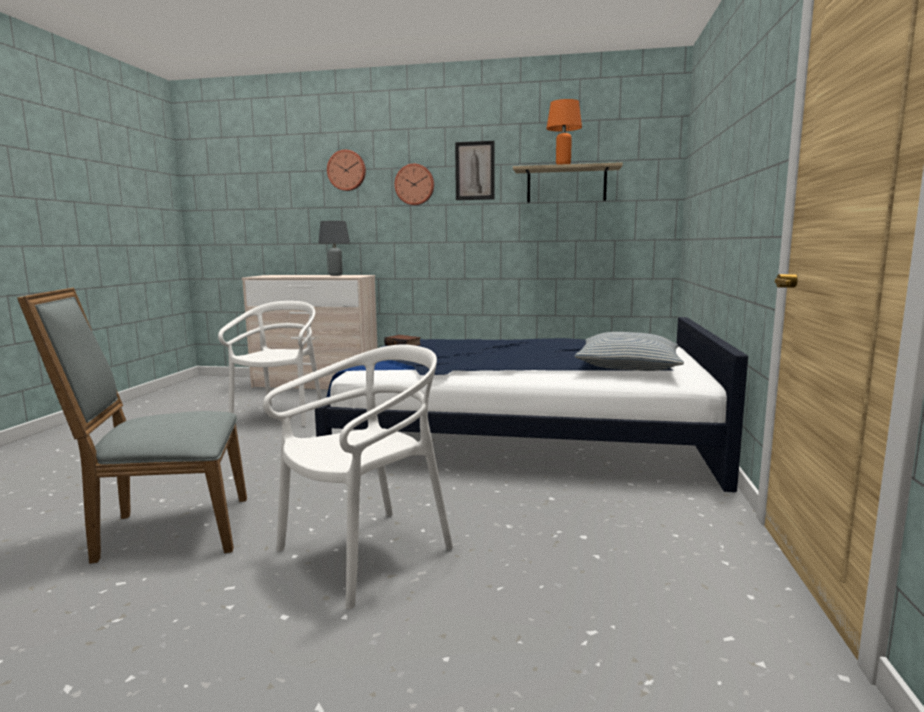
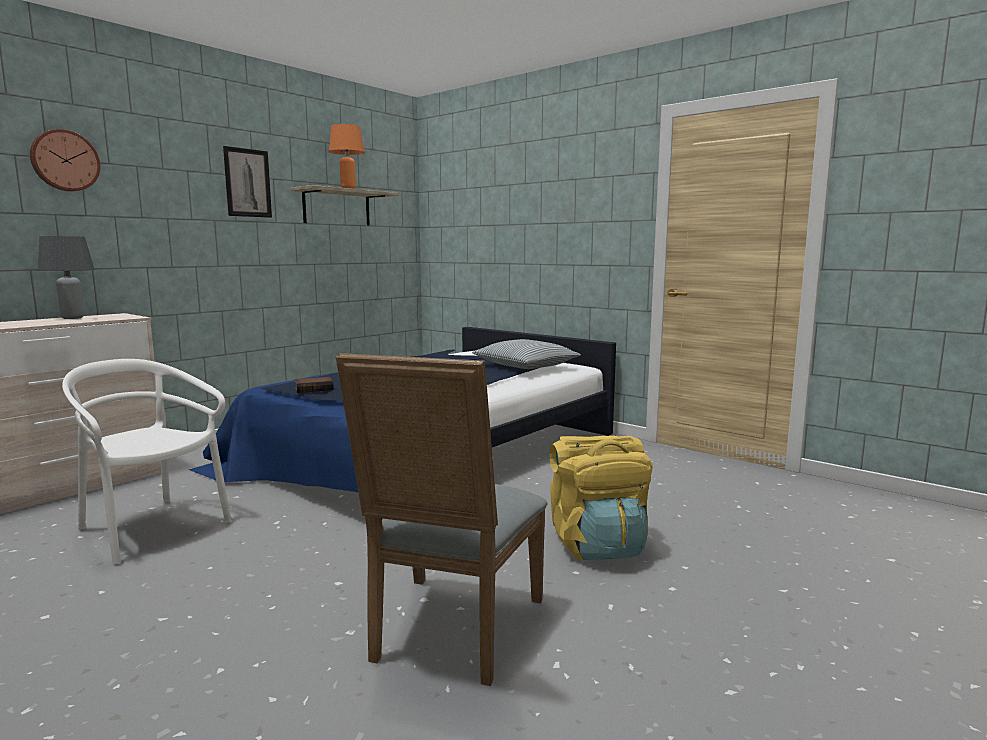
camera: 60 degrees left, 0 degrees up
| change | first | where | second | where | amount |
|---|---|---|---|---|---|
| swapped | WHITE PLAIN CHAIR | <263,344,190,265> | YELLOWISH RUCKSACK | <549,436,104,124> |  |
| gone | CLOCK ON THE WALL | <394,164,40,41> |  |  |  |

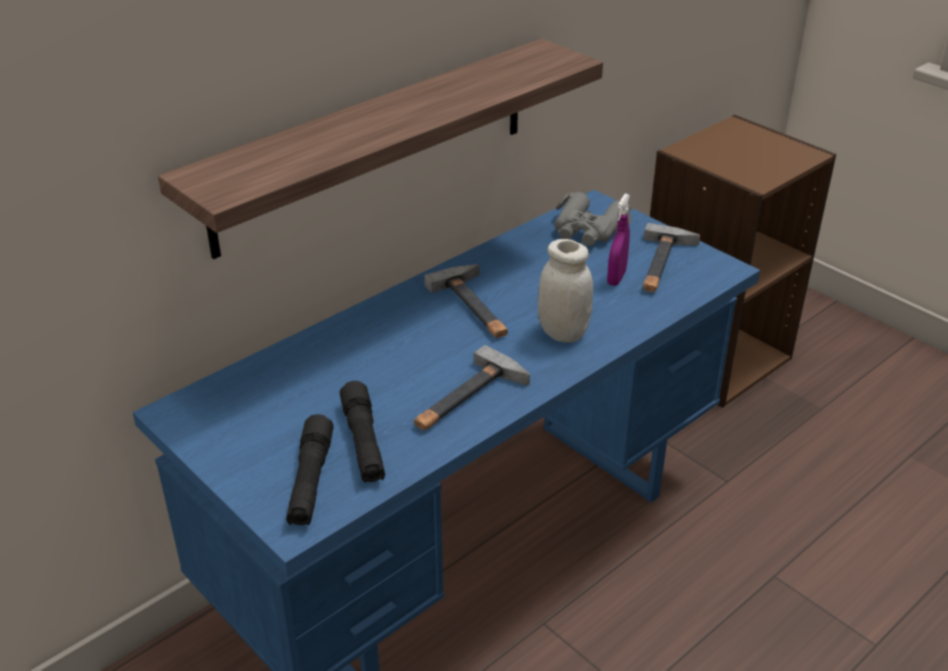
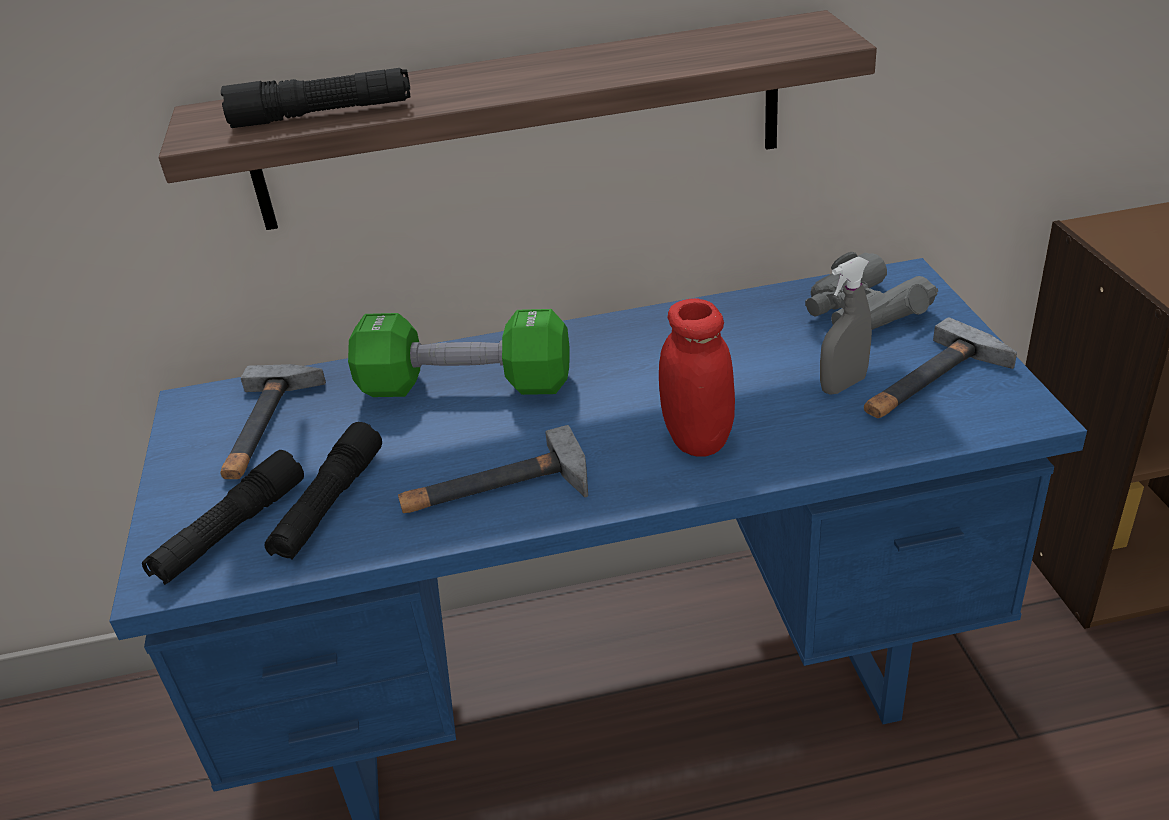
camera: 35 degrees right, 0 degrees up
| change | first | where | second | where | amount |
|---|---|---|---|---|---|
| shifted | HAND HAMMER | <424,264,84,74> |  | <220,364,106,115> |  |
| repainted | WHITE PRESERVE JAR | <538,239,55,104> | RED-COLOURED PRESERVE JAR | <659,298,76,159> |  |
| repainted | PURPLE-COLOURED SPRAYER | <607,194,23,92> | GREY SPRAYER | <820,256,52,138> |  |
| new |  |  | BLACK HAND TORCH | <221,68,190,60> |  |
| new |  |  | GREENISH HAND WEIGHT | <348,309,221,88> |  |

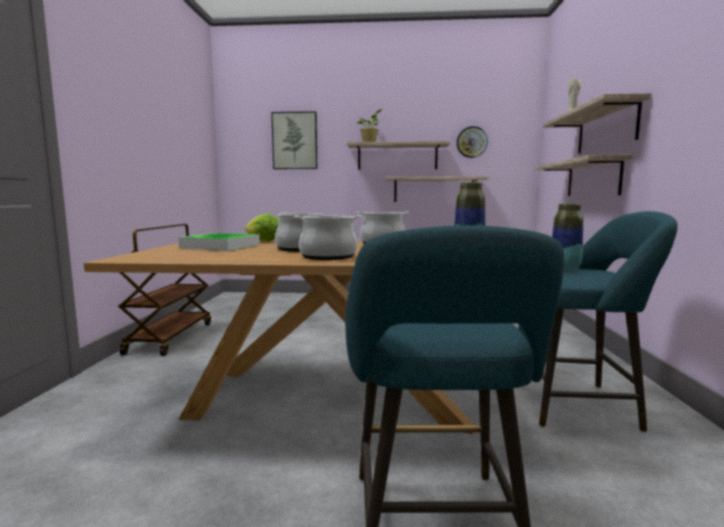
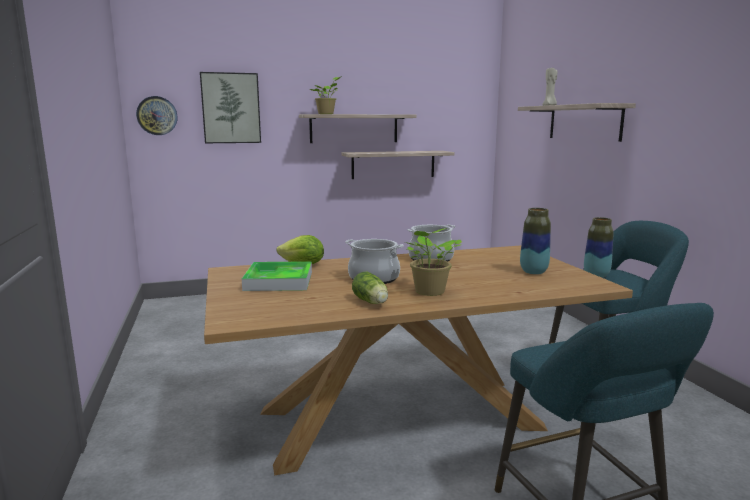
camera: 20 degrees left, 5 degrees up
| change | first | where | second | where | amount |
|---|---|---|---|---|---|
| gone | BROWNISH WHEELED CART | <118,224,93,132> |  |  |  |
| swapped | STOCKPOT | <293,215,69,45> | PLANT IN A POT | <405,228,57,68> |  |
| shifted | CLOCK ON THE WALL | <456,126,32,32> |  | <136,96,42,39> |  |
| gone | WALL SHELF | <534,155,98,41> |  |  |  |
| new |  |  | LETTUCE HEAD | <352,271,36,33> |  |

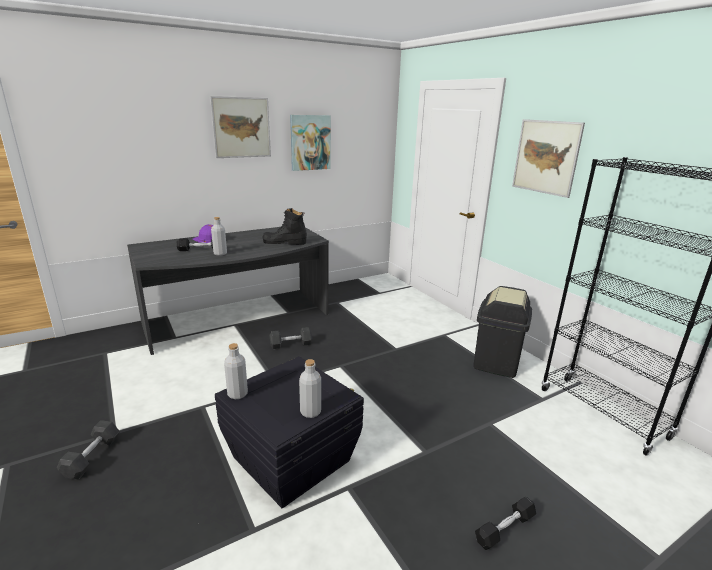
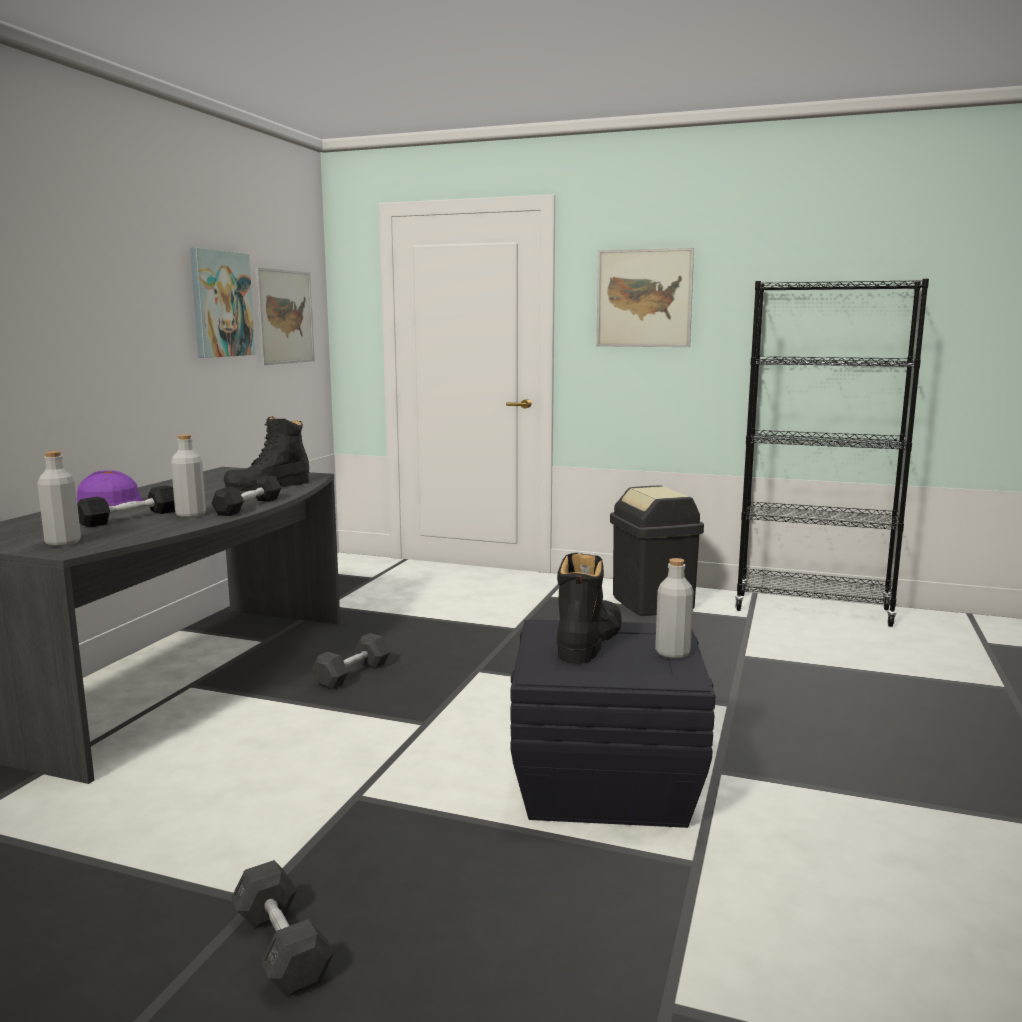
camera: 40 degrees left, 10 degrees down
| change | first | where | second | where | amount |
|---|---|---|---|---|---|
| shifted | WALL ART | <210,96,61,62> |  | <255,267,60,98> |  |
| shifted | GREY BOTTLE | <224,343,24,56> |  | <37,451,44,96> |  |
| shifted | BLACK HAND WEIGHT | <475,497,61,53> |  | <211,475,71,41> |  |
| new |  |  | BLACK HIGH-TOP BOOT | <556,553,66,111> |  |

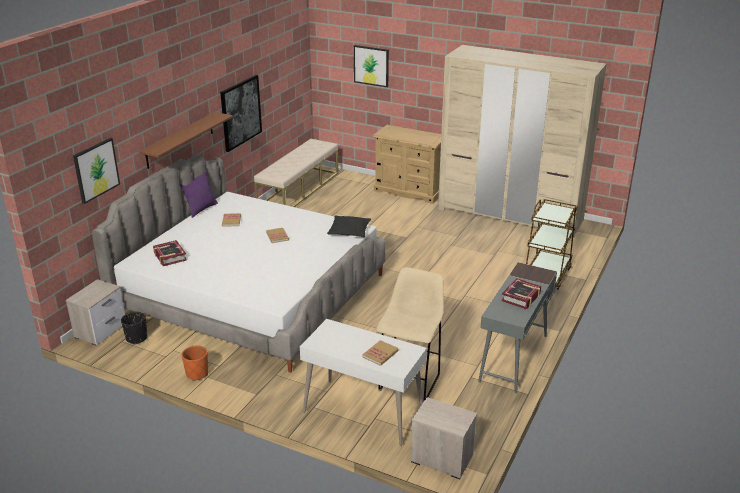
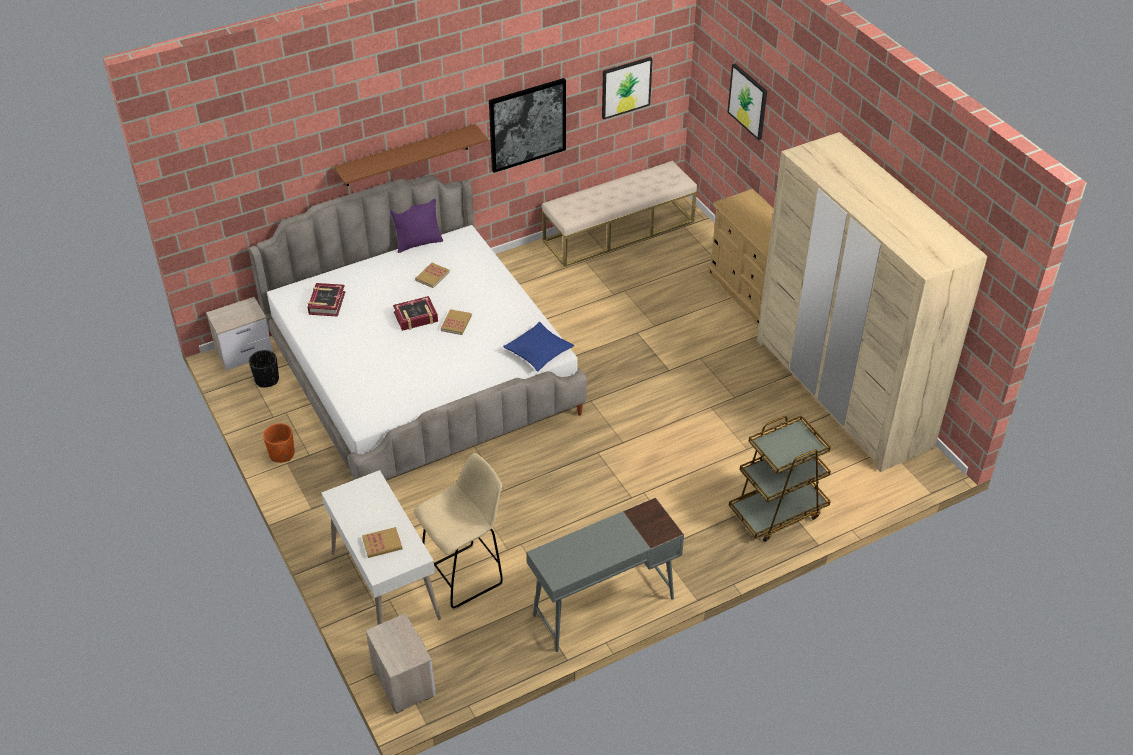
camera: 35 degrees right, 15 degrees up
| change | first | where | second | where | amount |
|---|---|---|---|---|---|
| shifted | WALL ART | <73,138,47,66> |  | <602,57,51,62> |  |
| repainted | BLACK PILLOW | <327,215,44,22> | BLUE PILLOW | <503,322,71,49> |  |
| shifted | BOUND BOOK | <501,278,40,31> |  | <393,296,45,35> |  |

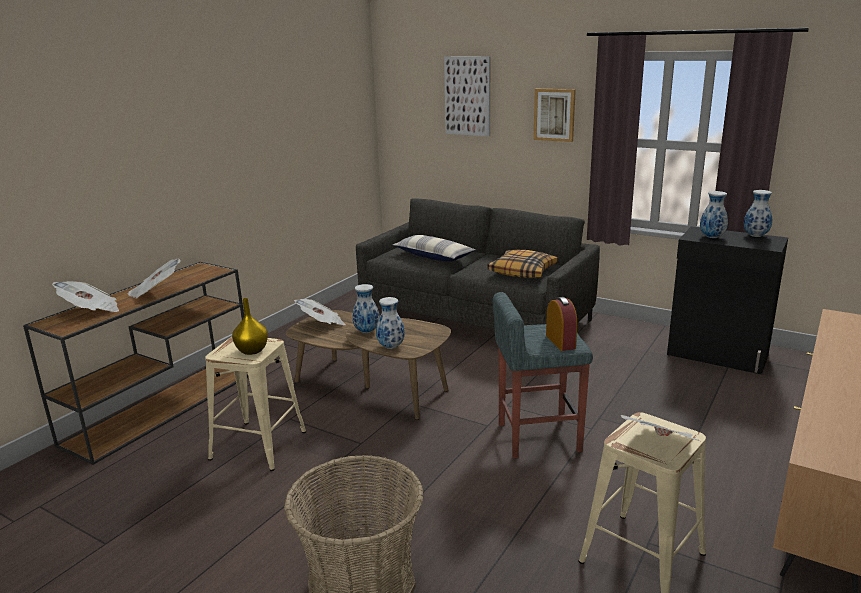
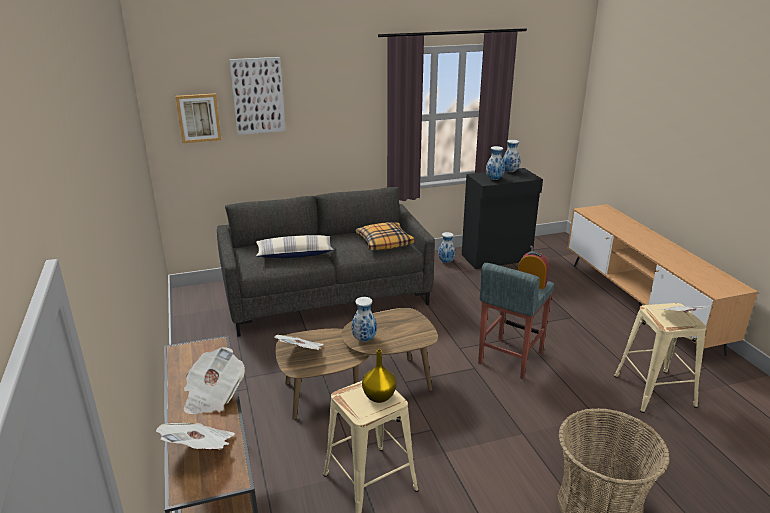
camera: 50 degrees left, 5 degrees up
| change | first | where | second | where | amount |
|---|---|---|---|---|---|
| shifted | VASE | <376,297,29,52> |  | <438,232,18,31> |  |
| shifted | WALL ART | <533,89,43,53> |  | <176,93,45,50> |  |

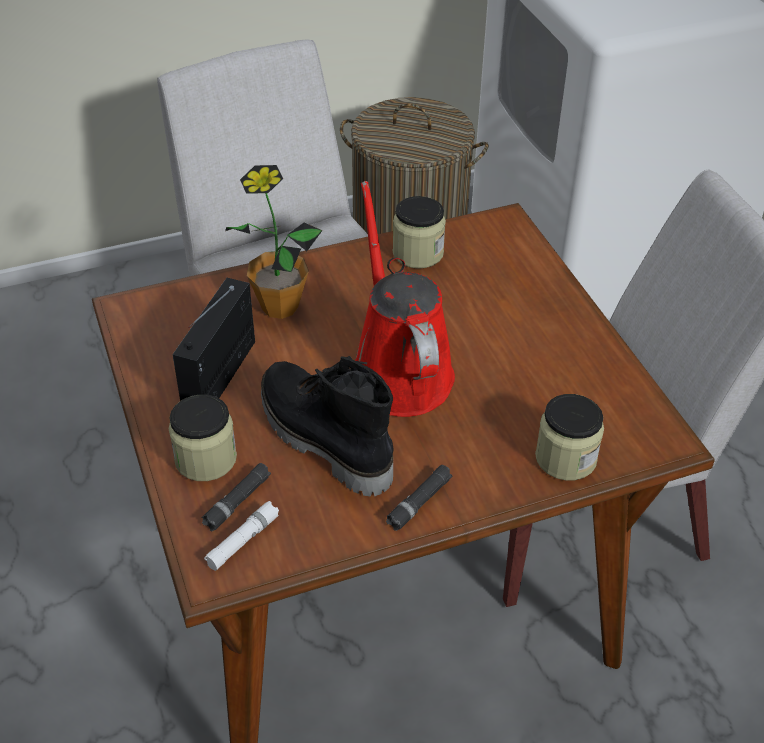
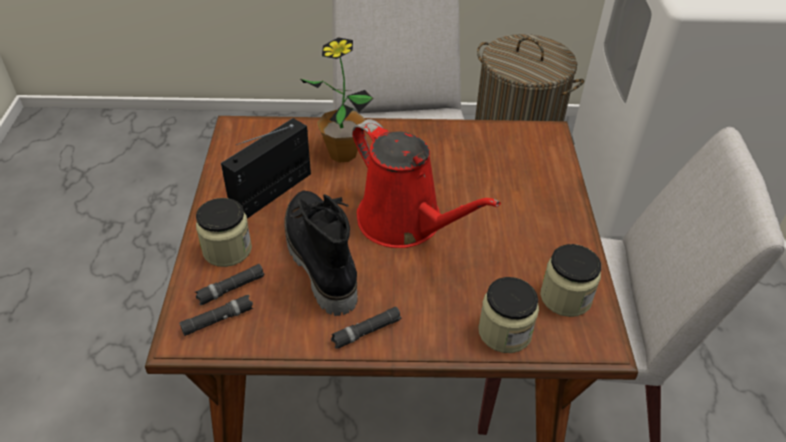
camera: 20 degrees right, 0 degrees up
| change | first | where | second | where | amount |
|---|---|---|---|---|---|
| repainted | WHITE HAND TORCH | <204,501,75,70> | BLACK HAND TORCH | <180,295,74,41> |  |
| rotated | RED-COLOURED SPRINKLING CAN | <355,181,100,236> |  | <352,119,149,129> | 135 degrees clockwise |
| shifted | PRESERVE JAR | <393,196,53,73> |  | <540,244,61,73> |  |

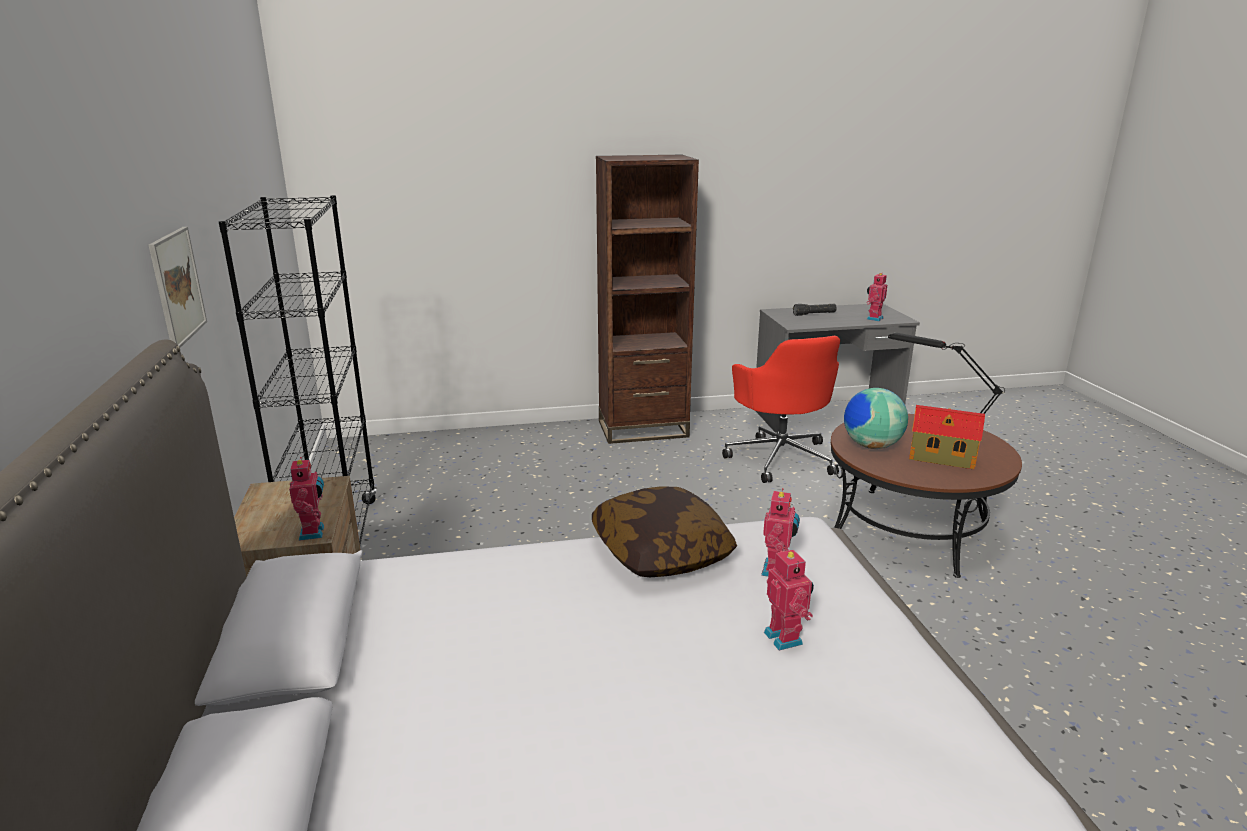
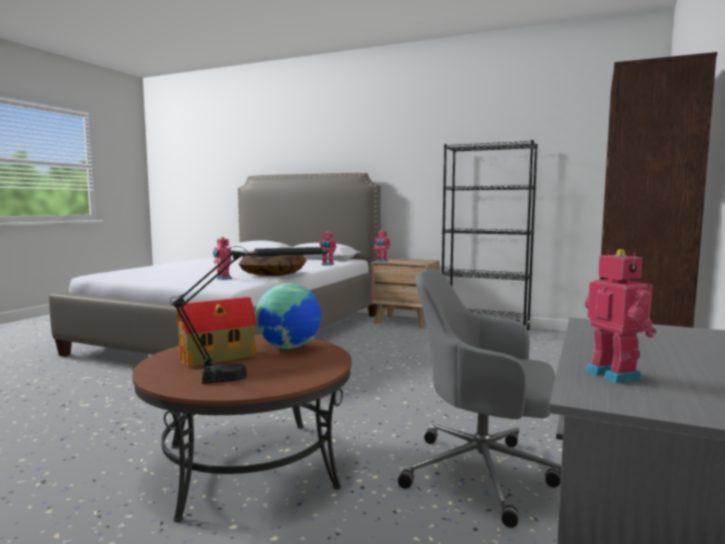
camera: 125 degrees right, 15 degrees down
| change | first | where | second | where | amount |
|---|---|---|---|---|---|
| gone | WALL ART | <149,227,58,121> |  |  |  |
| repainted | RED-COLOURED DESK CHAIR | <722,336,118,147> | GREY DESK CHAIR | <398,270,163,258> |  |
| shifted | MODEL ROBOT | <764,547,50,104> |  | <319,231,17,34> |  |
| gone | BLACK HAND TORCH | <793,304,44,12> |  |  |  |

